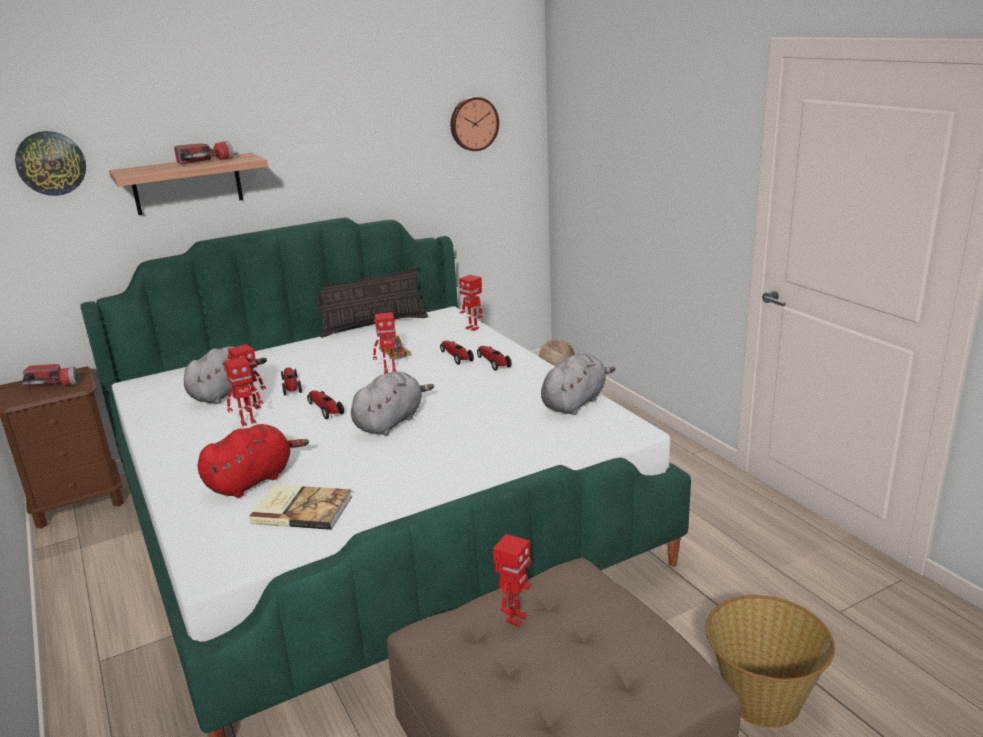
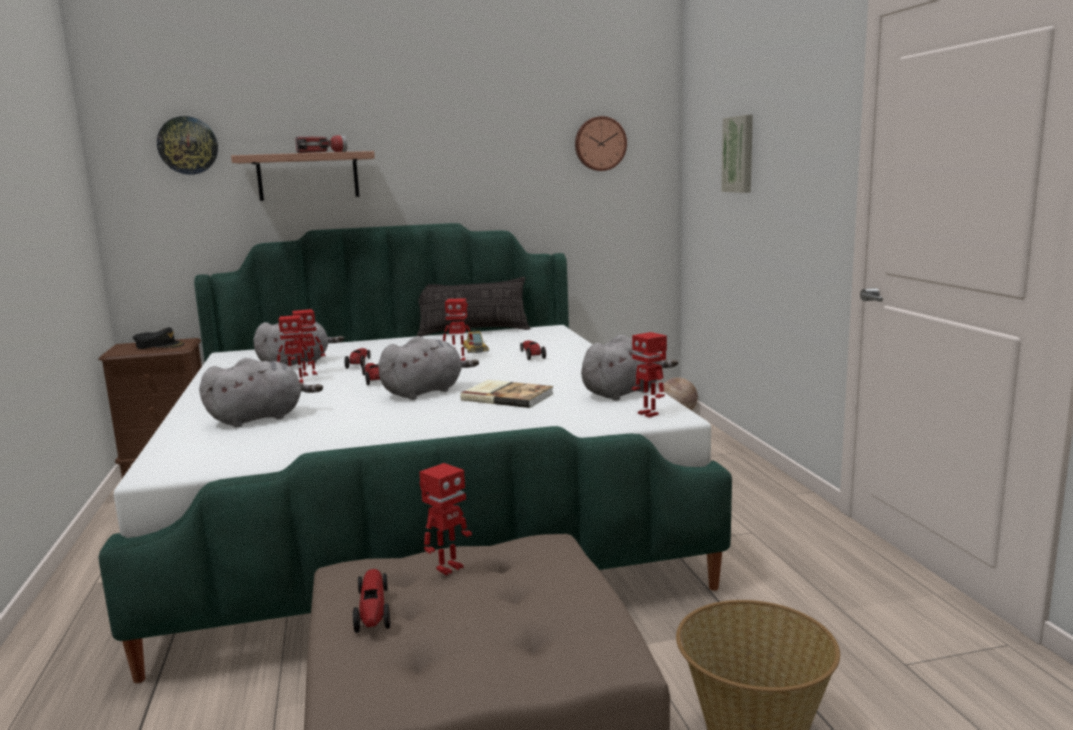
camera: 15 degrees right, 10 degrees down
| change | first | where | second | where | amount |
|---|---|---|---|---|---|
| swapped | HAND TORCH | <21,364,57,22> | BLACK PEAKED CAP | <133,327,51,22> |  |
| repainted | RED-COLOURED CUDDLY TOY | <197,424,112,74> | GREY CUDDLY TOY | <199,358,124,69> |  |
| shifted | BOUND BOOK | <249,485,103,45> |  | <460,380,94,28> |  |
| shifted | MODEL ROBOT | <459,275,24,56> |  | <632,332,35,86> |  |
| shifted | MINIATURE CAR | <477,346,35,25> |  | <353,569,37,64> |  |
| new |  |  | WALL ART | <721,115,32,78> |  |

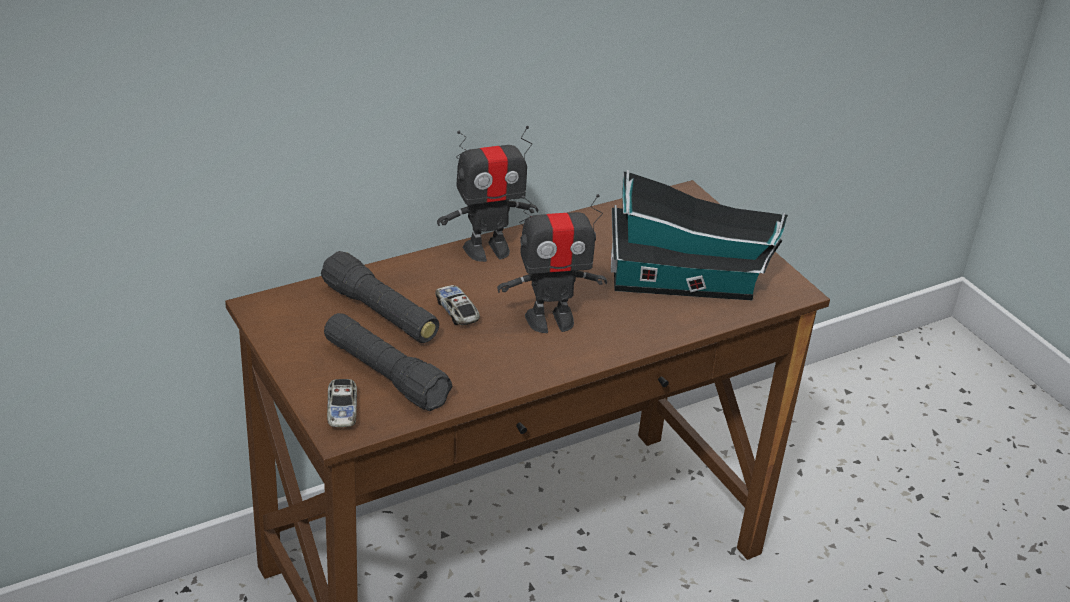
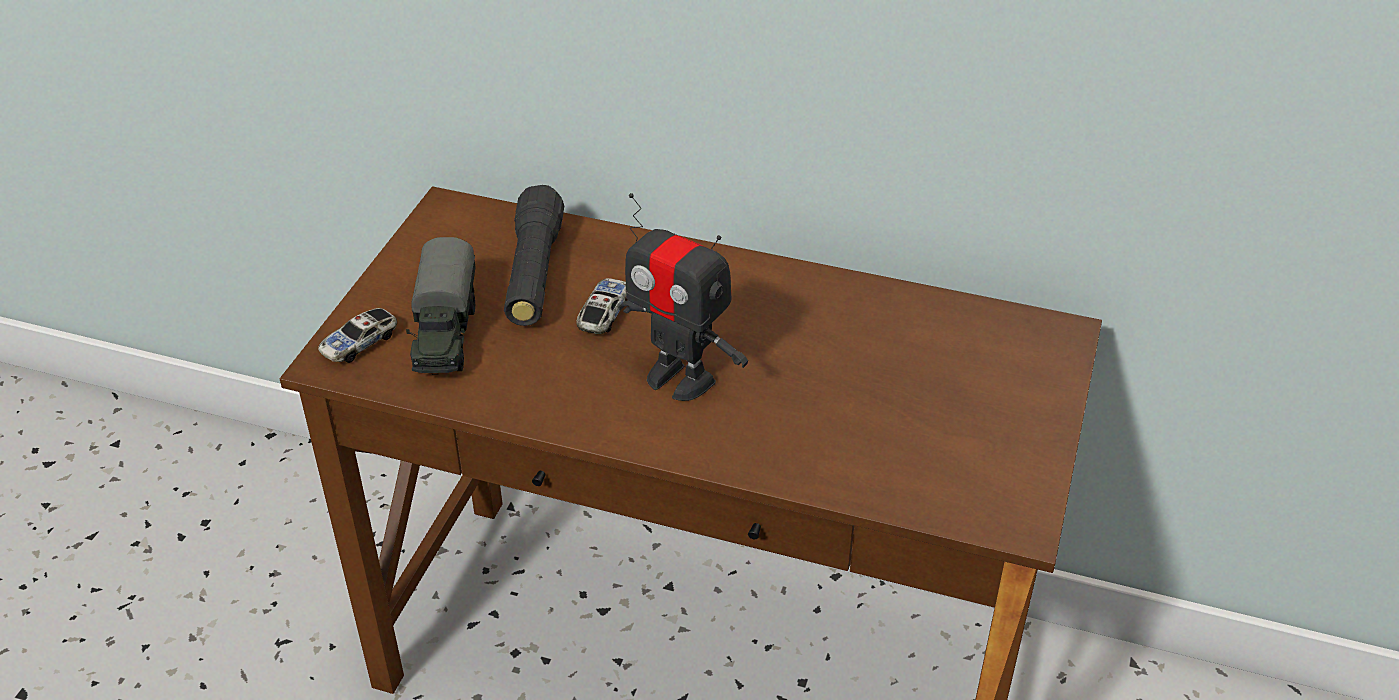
camera: 50 degrees right, 5 degrees up
| change | first | where | second | where | amount |
|---|---|---|---|---|---|
| swapped | BLACK HAND TORCH | <324,313,128,98> | MODEL TRUCK | <406,237,70,138> |  |
| gone | MODEL ROBOT | <437,126,101,136> |  |  |  |
| gone | MINIATURE HOUSE | <611,170,177,130> |  |  |  |

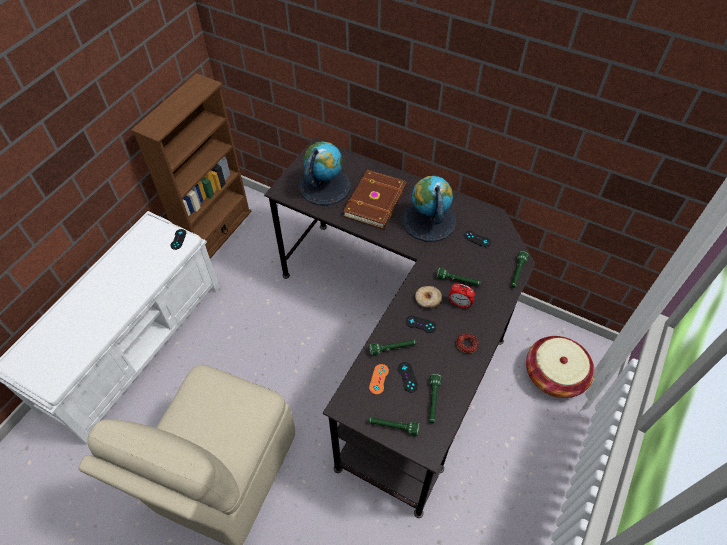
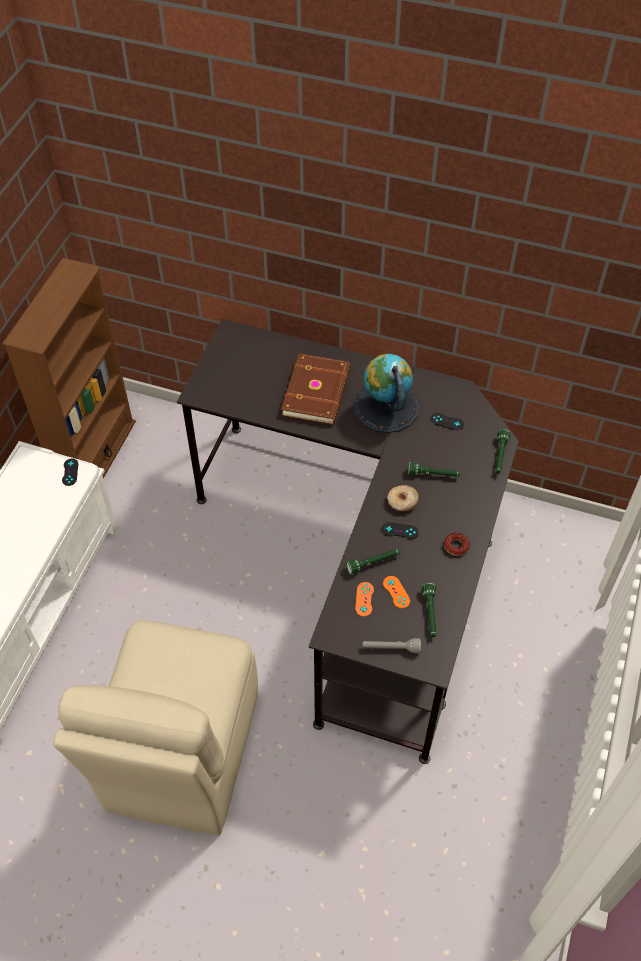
camera: 10 degrees left, 0 degrees up
| change | first | where | second | where | amount |
|---|---|---|---|---|---|
| gone | DESK GLOBE | <299,141,52,64> |  |  |  |
| repainted | GREENISH HAND TORCH | <368,417,52,19> | GREY HAND TORCH | <363,638,58,15> |  |
| repainted | BLACK GAMEPAD | <398,362,20,31> | ORANGE GAMEPAD | <383,576,27,32> |  |
| gone | BEDSIDE CLOCK | <449,284,26,25> |  |  |  |
| gone | BASKET | <526,336,69,62> |  |  |  |

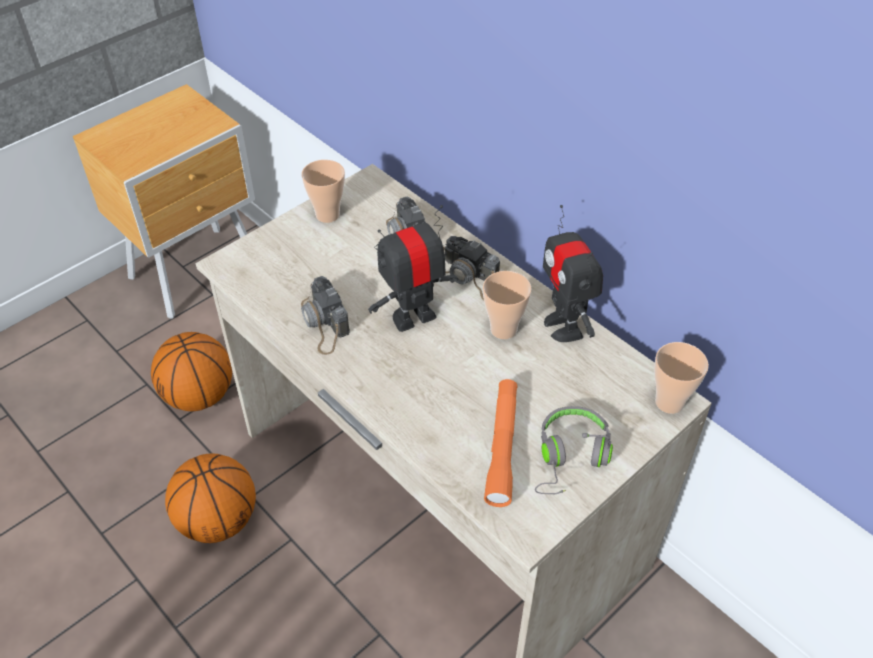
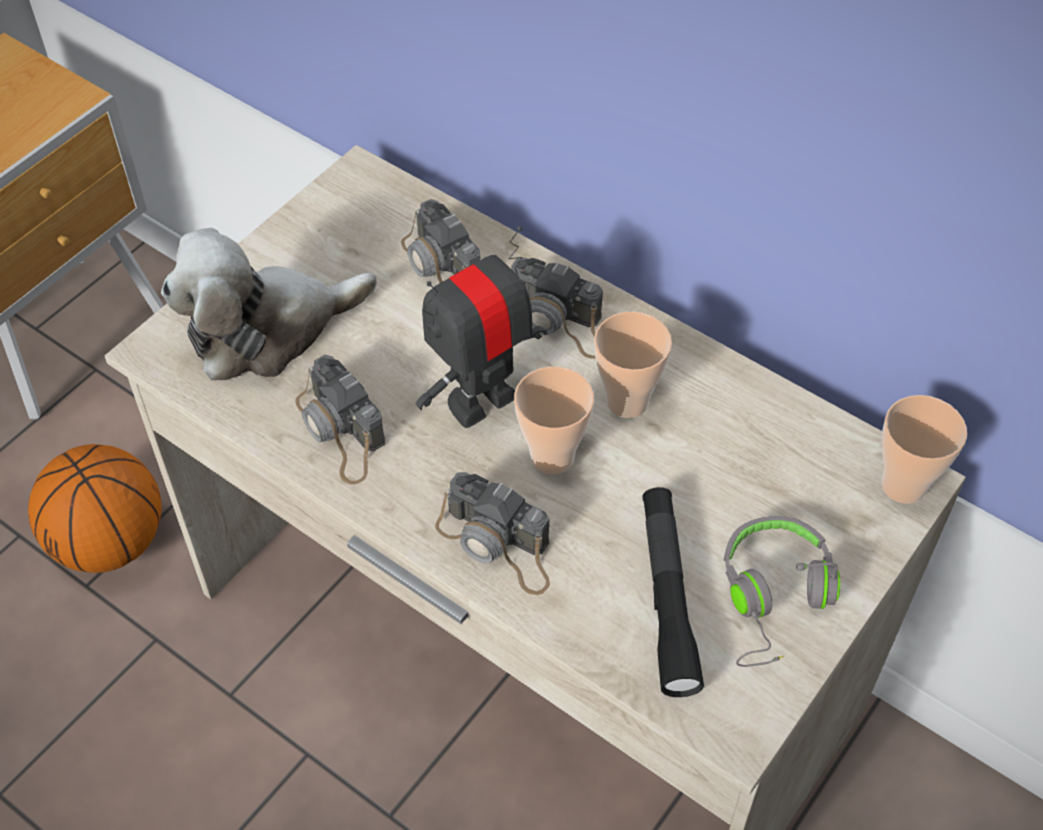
camera: 10 degrees left, 5 degrees up
| change | first | where | second | where | amount |
|---|---|---|---|---|---|
| gone | BASKETBALL BALL | <165,453,91,90> |  |  |  |
| shifted | SMALL CUP | <302,160,43,63> |  | <514,366,80,108> |  |
| repainted | ORANGE HAND TORCH | <484,379,33,128> | BLACK HAND TORCH | <642,487,62,210> |  |
| gone | MODEL ROBOT | <543,205,60,137> |  |  |  |
| new |  |  | CUDDLY TOY | <161,228,216,153> |  |
| new |  |  | PHOTO CAMERA | <435,472,115,123> |  |

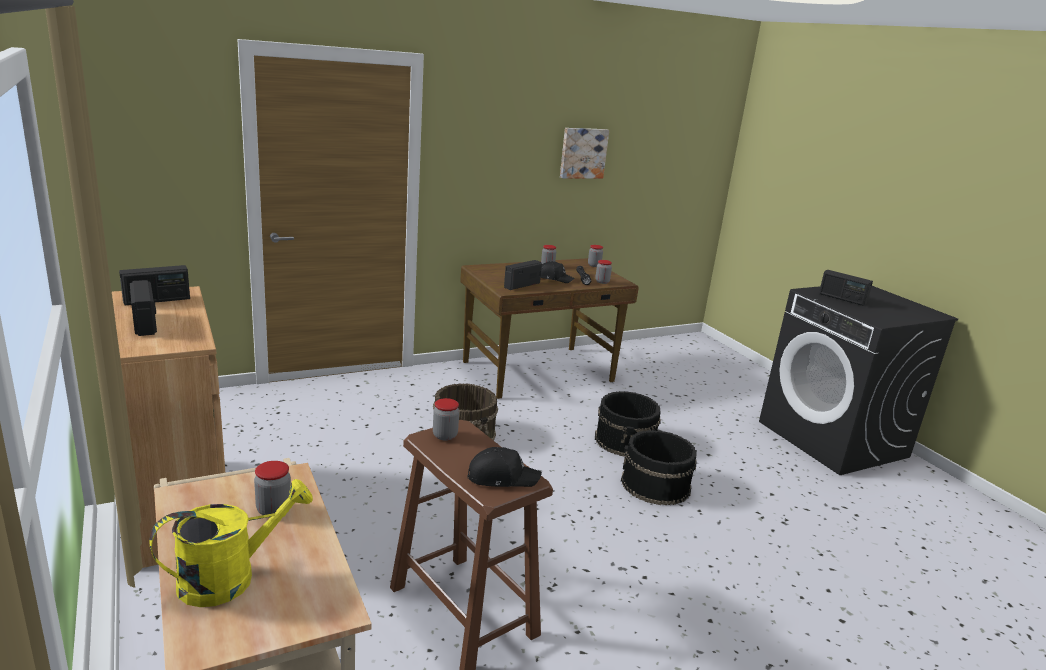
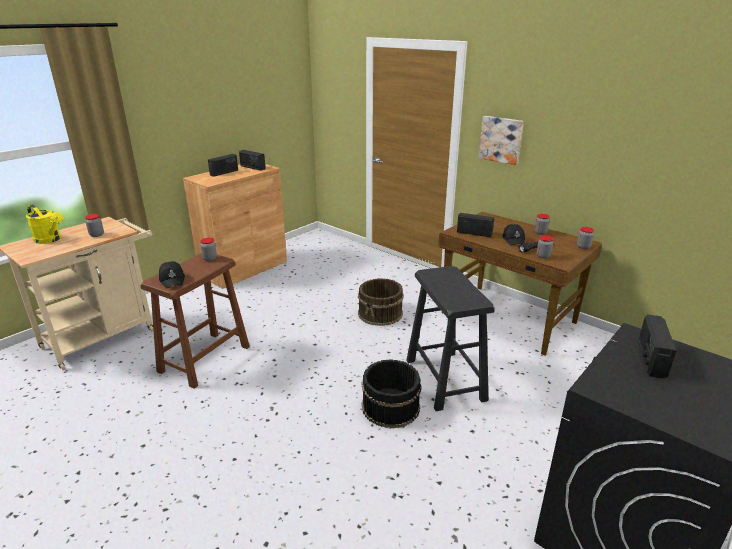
camera: 70 degrees right, 5 degrees up
| change | first | where | second | where | amount |
|---|---|---|---|---|---|
| shifted | WALL ART | <560,128,49,51> |  | <479,116,45,49> |  |
| swapped | BLACK WATER BUCKET | <595,391,66,65> | BLACK STOOL | <406,266,89,145> |  |

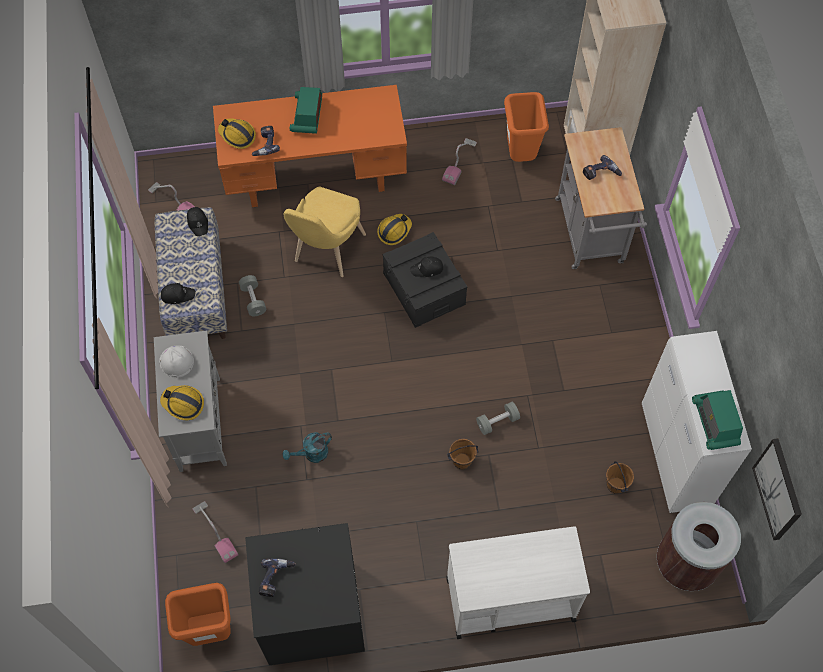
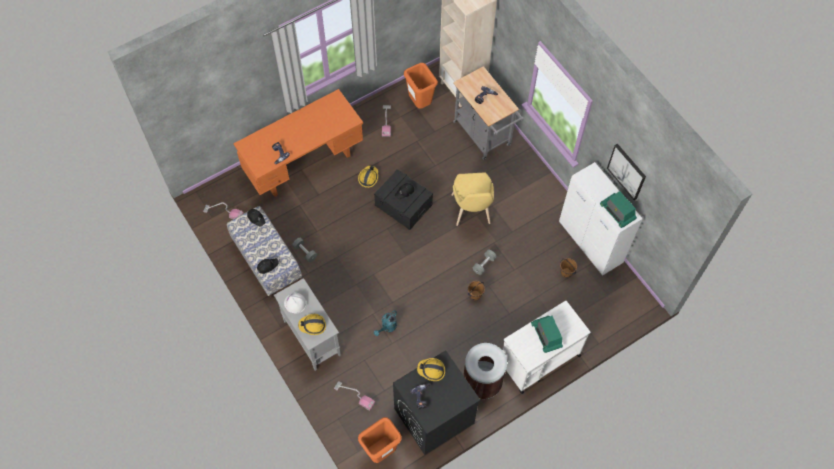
camera: 25 degrees left, 0 degrees up
| change | first | where | second | where | amount |
|---|---|---|---|---|---|
| shifted | SAFETY HELMET | <218,118,38,31> |  | <417,358,28,23> |  |
| shifted | YELLOWISH PLAIN CHAIR | <284,186,82,91> |  | <452,172,42,54> |  |
| shifted | RADIO RECEIVER | <290,87,32,47> |  | <531,316,32,37> |  |
| shifted | BROWNISH RUBBISH BIN | <657,502,84,89> |  | <463,343,44,56> |  |
| shifted | WALL ART | <752,438,50,102> |  | <607,144,39,56> |  |

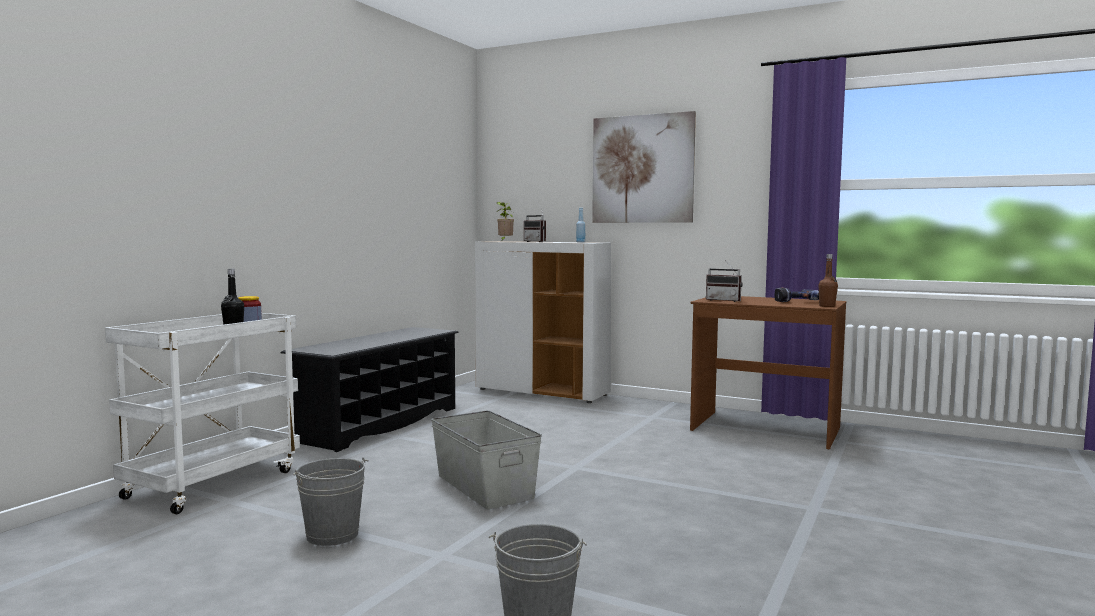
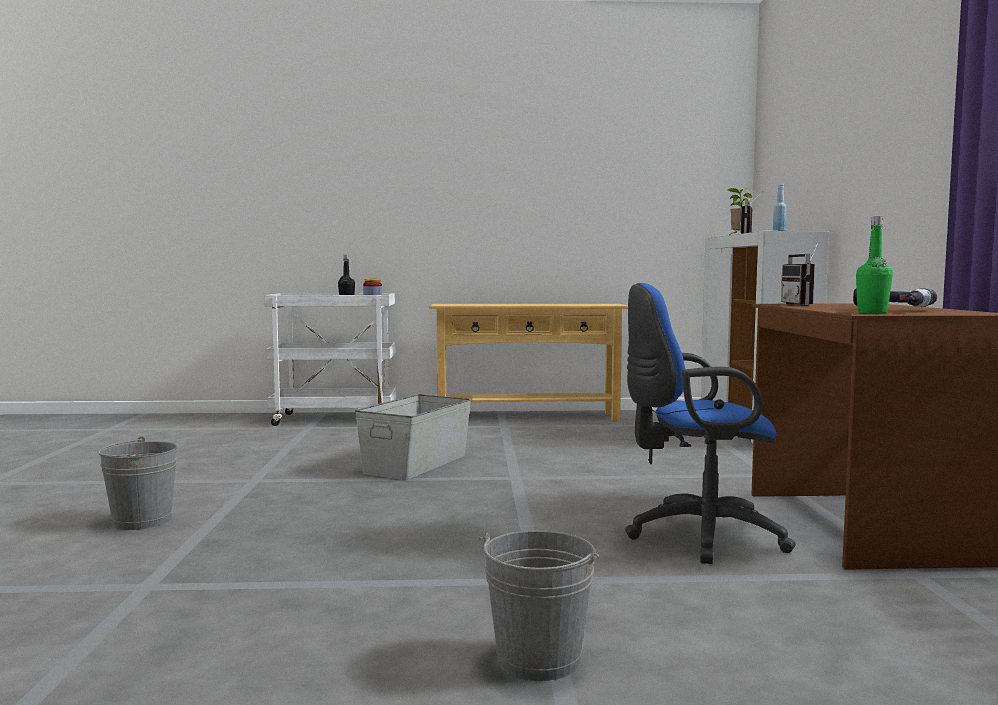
camera: 60 degrees right, 0 degrees up
| change | first | where | second | where | amount |
|---|---|---|---|---|---|
| swapped | BLACK SHOE RACK | <281,327,178,125> | BEIGE HALL TABLE | <429,304,199,117> |  |
| shifted | GREY WATER BUCKET | <293,457,76,89> |  | <479,530,120,151> |  |
| gone | WALL ART | <592,111,104,112> |  |  |  |
| repainted | BROWNISH BOTTLE | <819,254,19,53> | GREENISH BOTTLE | <856,216,37,98> |  |
| new |  |  | BLUE DESK CHAIR | <625,283,171,281> |  |

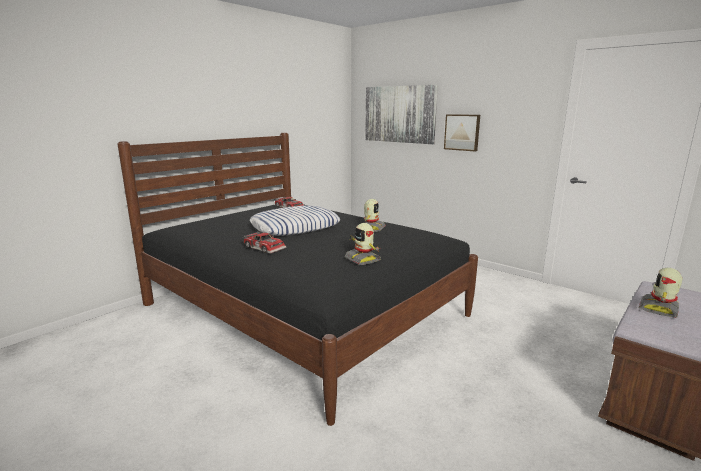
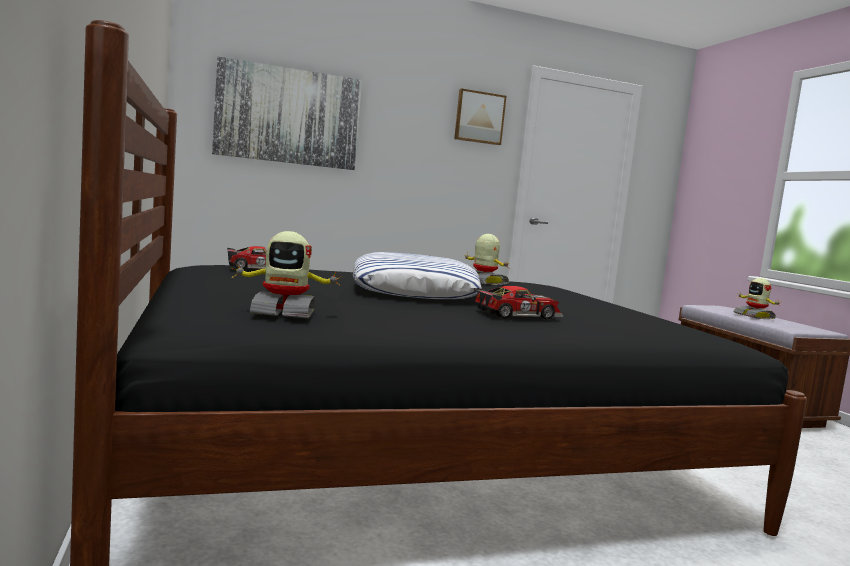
camera: 60 degrees left, 10 degrees down
| change | first | where | second | where | amount |
|---|---|---|---|---|---|
| shifted | MODEL ROBOT | <345,223,36,42> |  | <231,231,109,88> |  |
| shifted | WALL ART | <444,114,36,37> |  | <454,88,52,57> |  |

